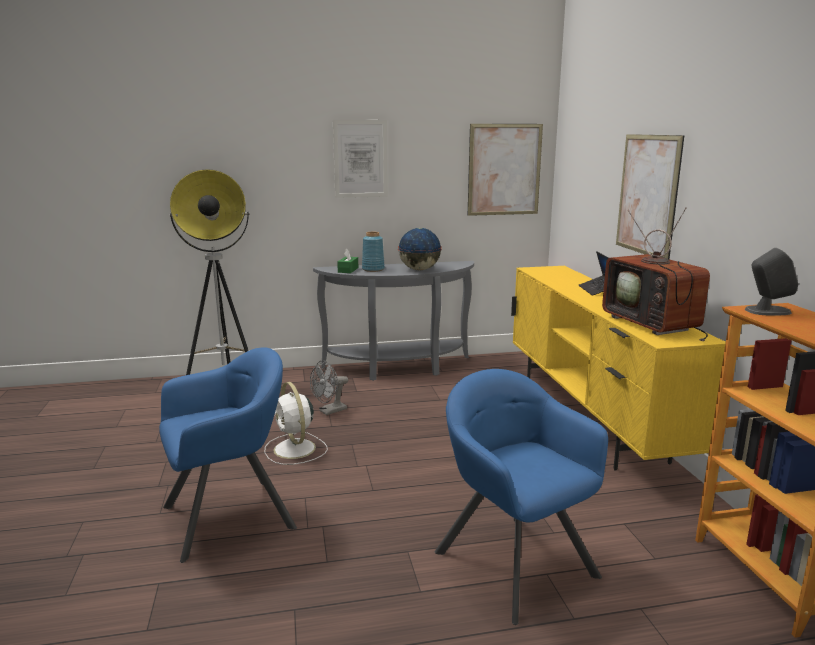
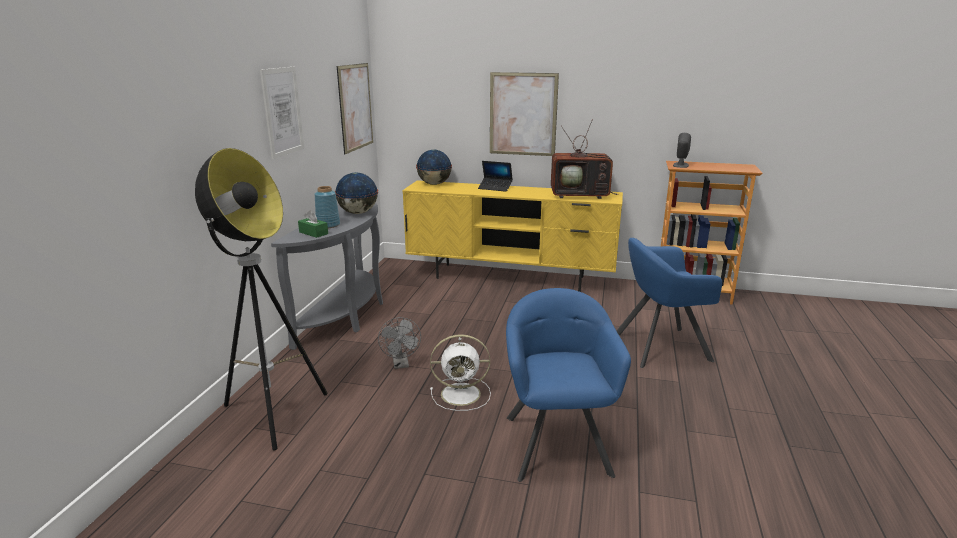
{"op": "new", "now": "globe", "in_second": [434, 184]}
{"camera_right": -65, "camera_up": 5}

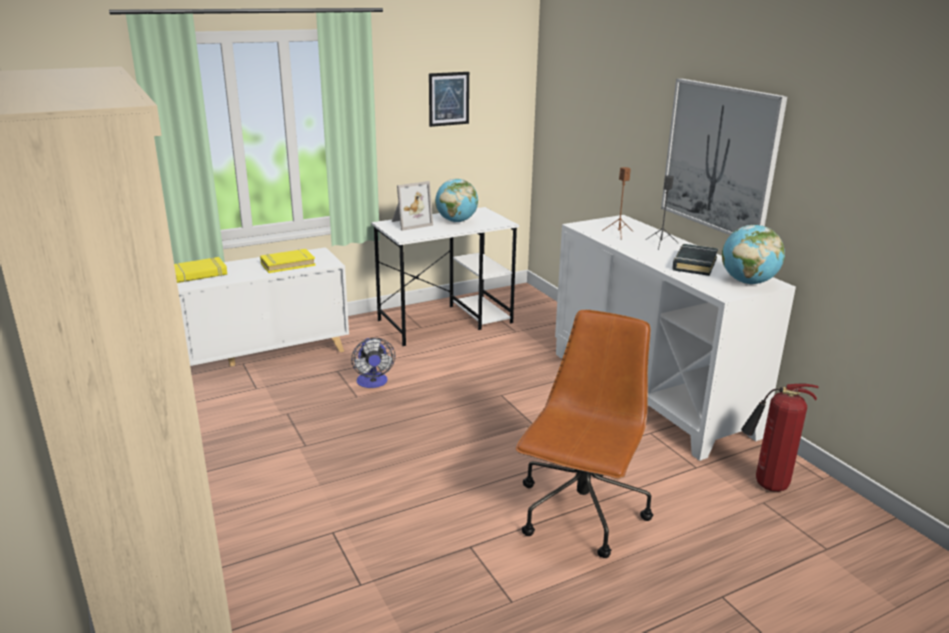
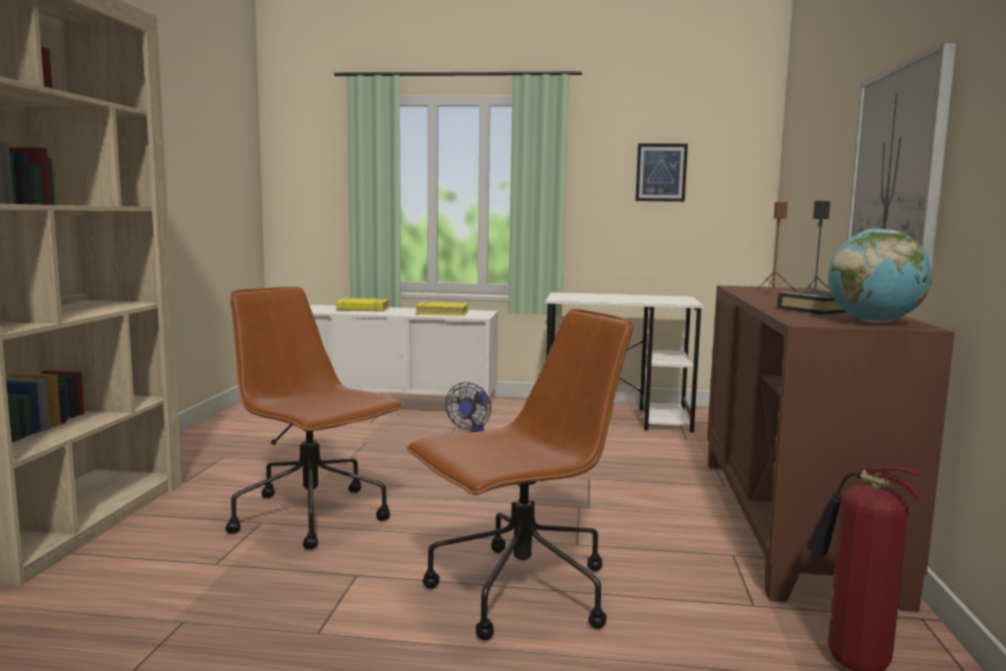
{"op": "gone", "was": "picture frame", "in_first": [410, 223]}
{"op": "gone", "was": "globe", "in_first": [456, 221]}
{"op": "repainted", "was": "white cabinet", "now": "brown cabinet", "in_first": [650, 392], "in_second": [791, 521]}
{"op": "new", "now": "brown office chair", "in_second": [313, 517]}
{"camera_right": 35, "camera_up": -15}

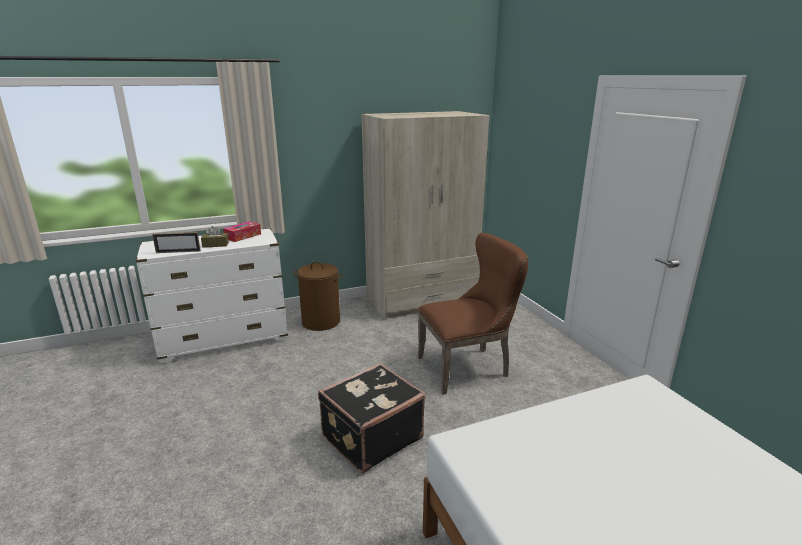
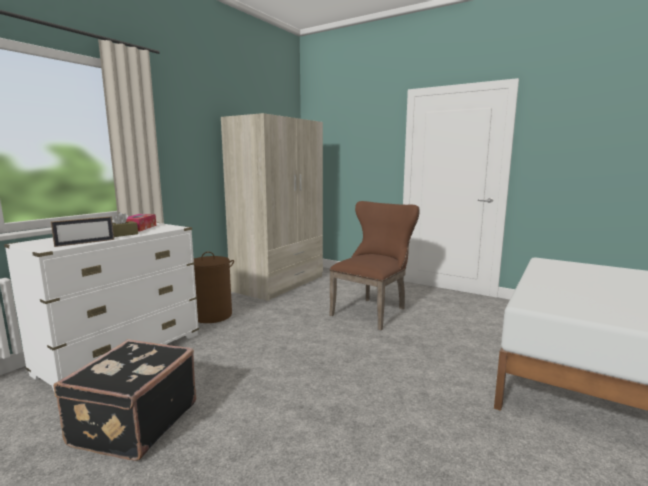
{"op": "shifted", "was": "black suitcase", "in_first": [370, 436], "in_second": [133, 423]}
{"camera_right": -35, "camera_up": -10}

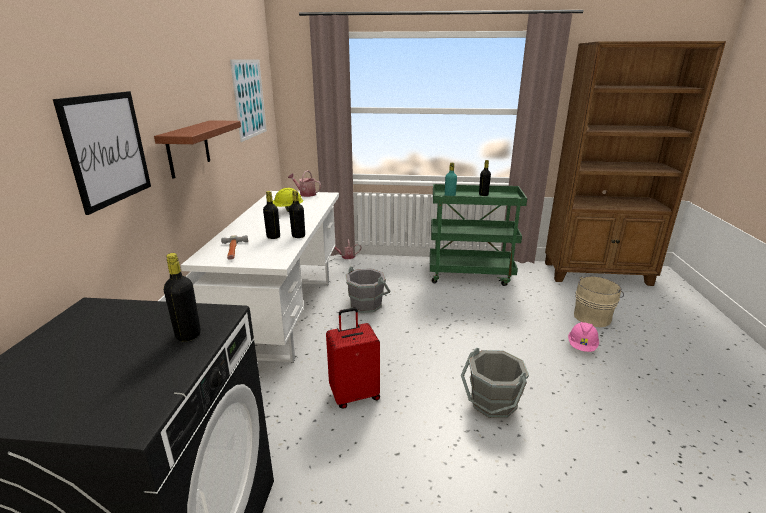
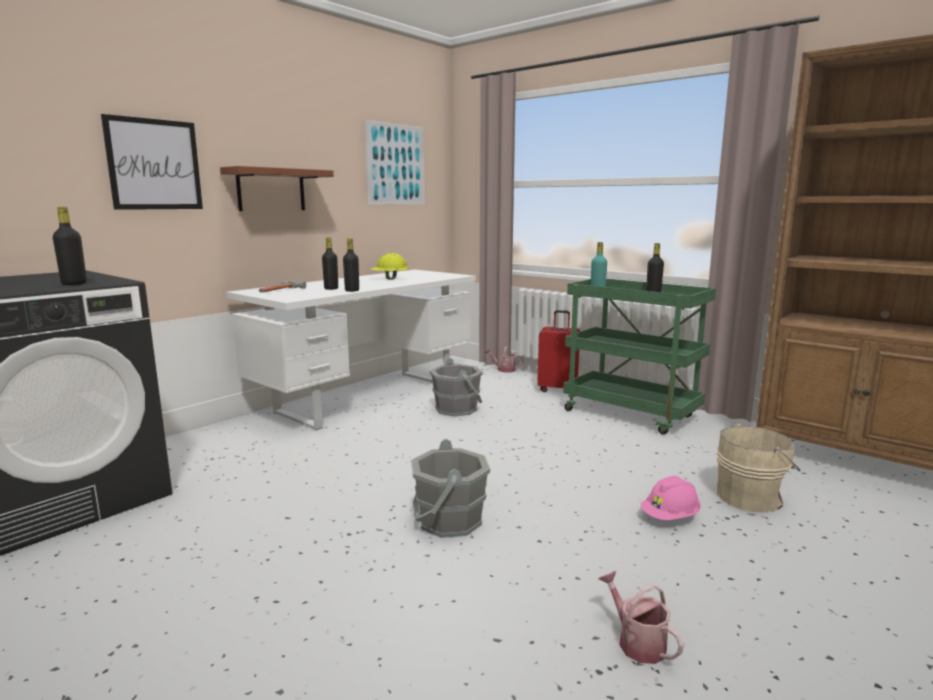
{"op": "shifted", "was": "watering can", "in_first": [305, 194], "in_second": [637, 641]}
{"op": "shifted", "was": "red suitcase", "in_first": [354, 394], "in_second": [558, 389]}
{"camera_right": 35, "camera_up": -10}

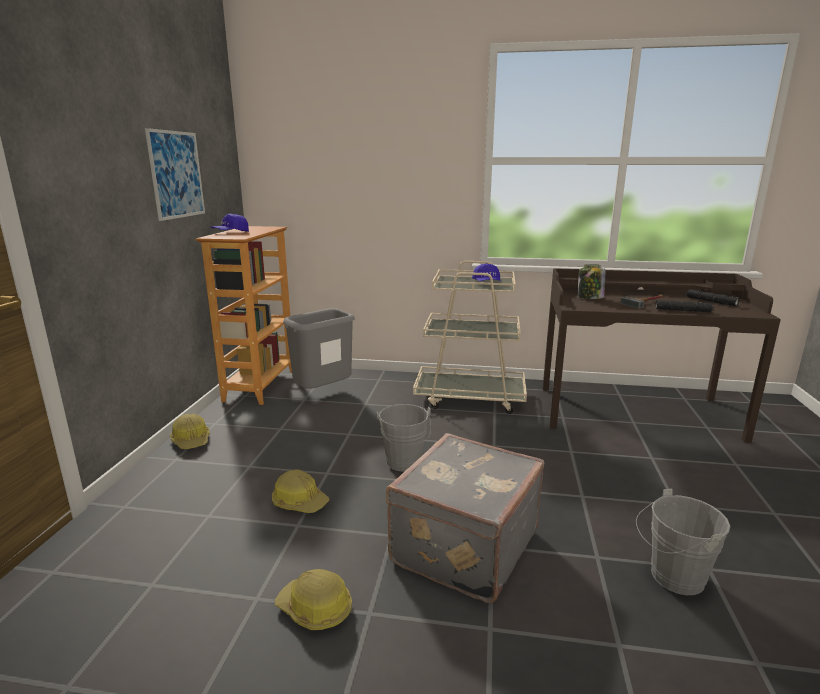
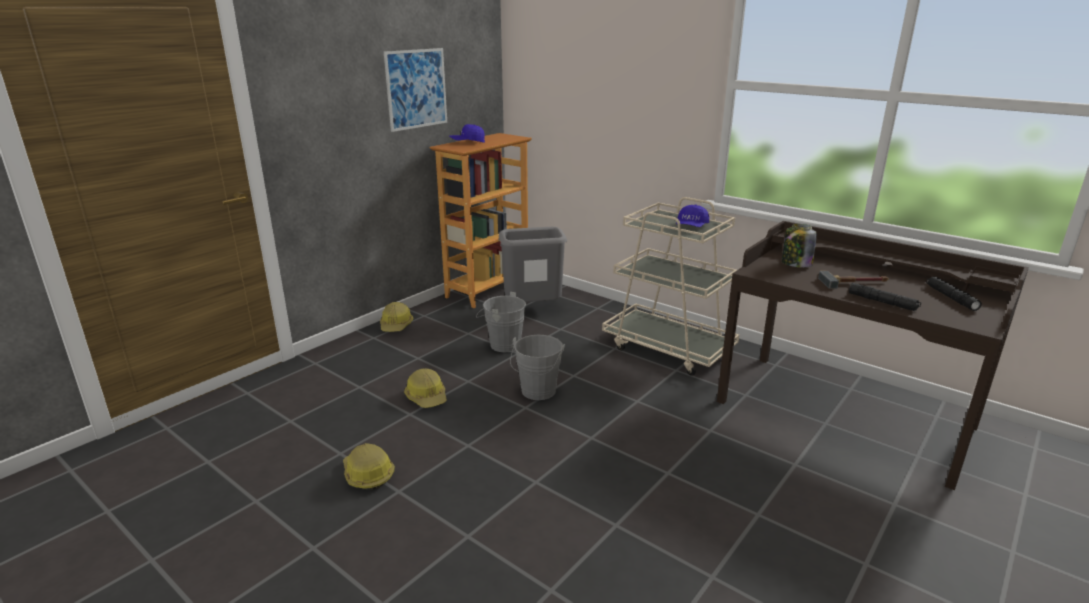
{"op": "gone", "was": "grey suitcase", "in_first": [462, 546]}
{"op": "shifted", "was": "grey bucket", "in_first": [672, 577], "in_second": [502, 344]}
{"camera_right": 30, "camera_up": 5}

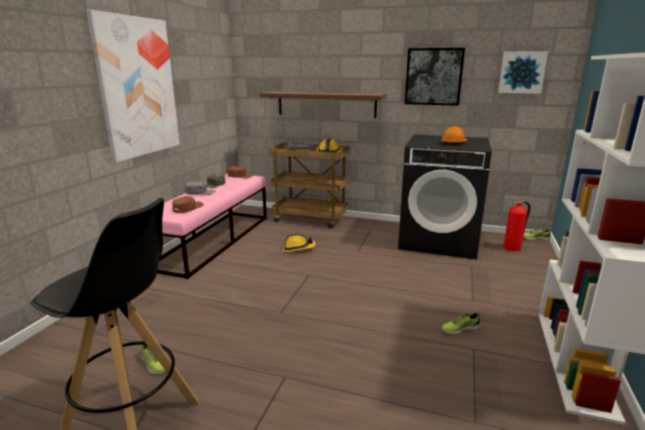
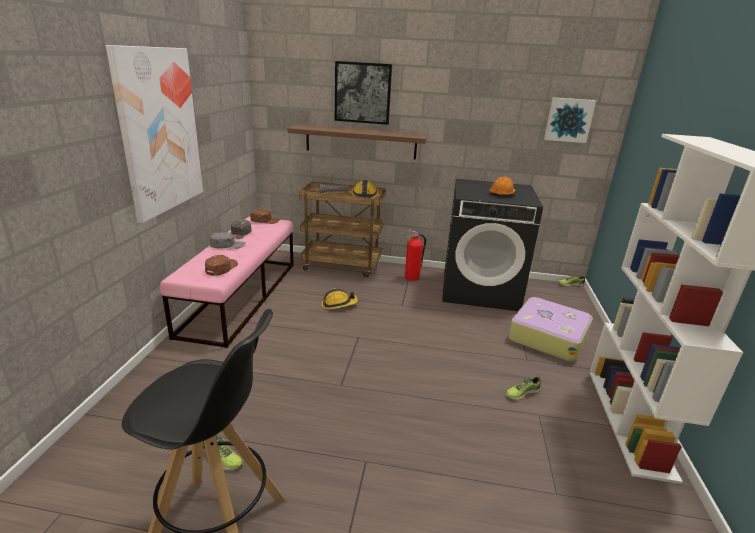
{"op": "shifted", "was": "picture", "in_first": [433, 76], "in_second": [363, 93]}
{"op": "shifted", "was": "fire extinguisher", "in_first": [512, 248], "in_second": [412, 278]}
{"op": "new", "now": "suitcase", "in_second": [547, 337]}
{"camera_right": -10, "camera_up": 5}

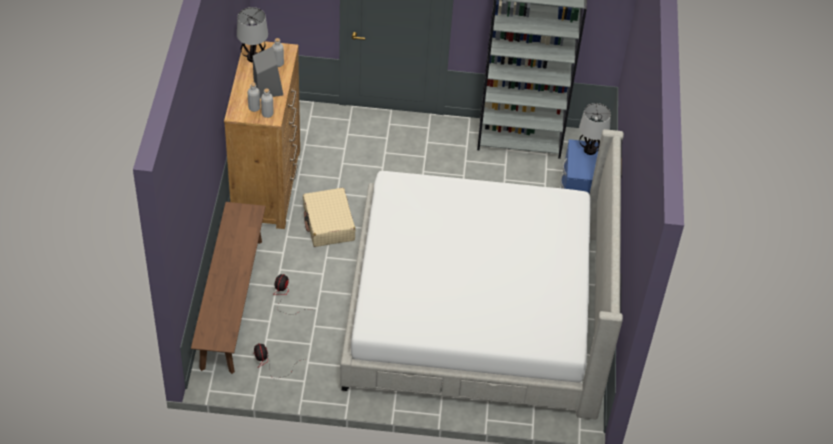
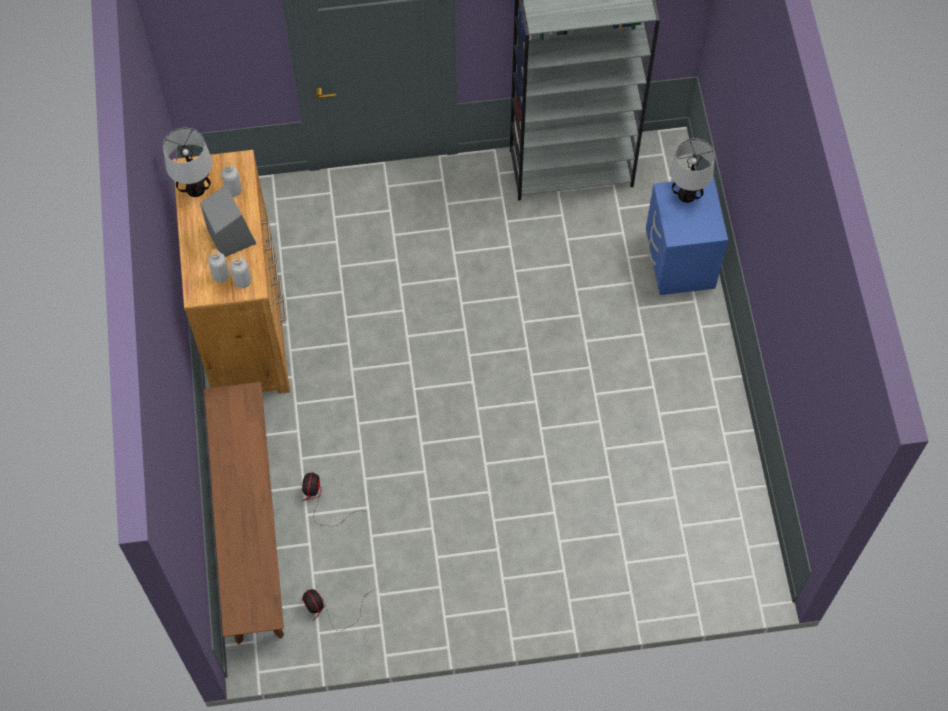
{"op": "gone", "was": "beige suitcase", "in_first": [328, 224]}
{"op": "gone", "was": "bed", "in_first": [476, 310]}
{"camera_right": -10, "camera_up": 15}

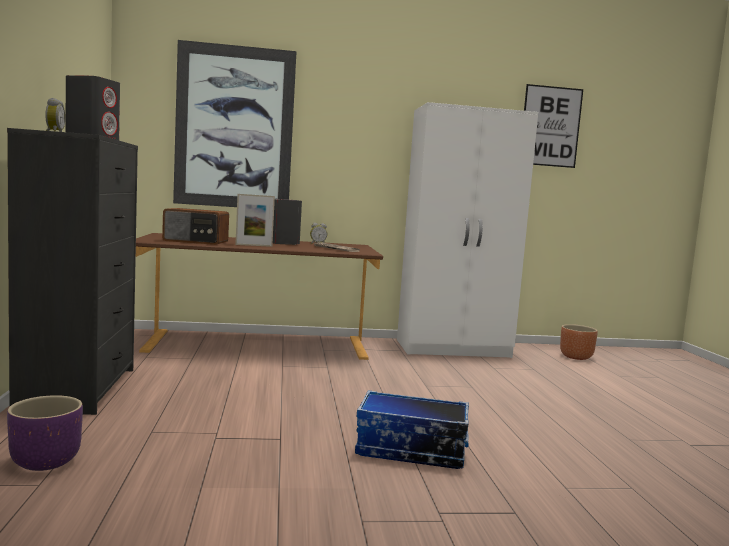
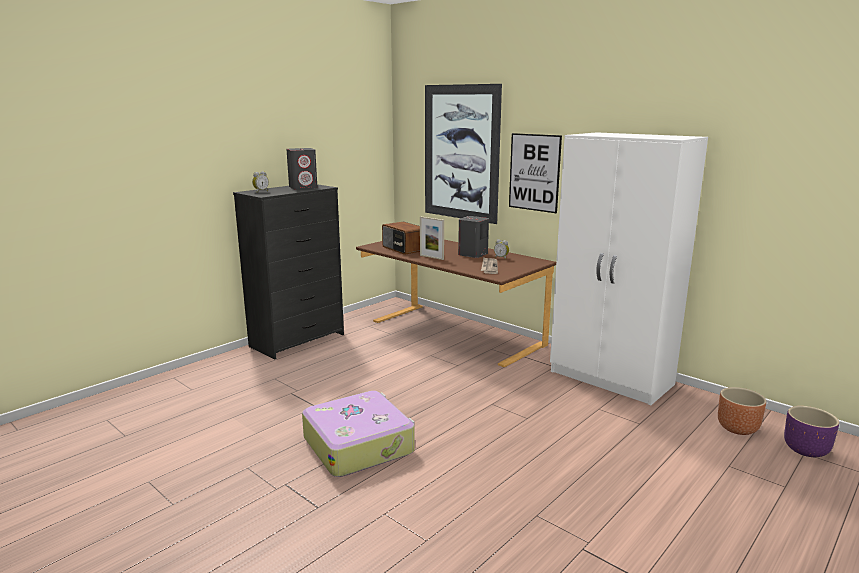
{"op": "shifted", "was": "purple planter", "in_first": [45, 462], "in_second": [805, 450]}
{"op": "swapped", "was": "storage box", "now": "suitcase", "in_first": [410, 451], "in_second": [359, 444]}
{"op": "shifted", "was": "picture", "in_first": [550, 126], "in_second": [534, 172]}
{"camera_right": 50, "camera_up": 10}

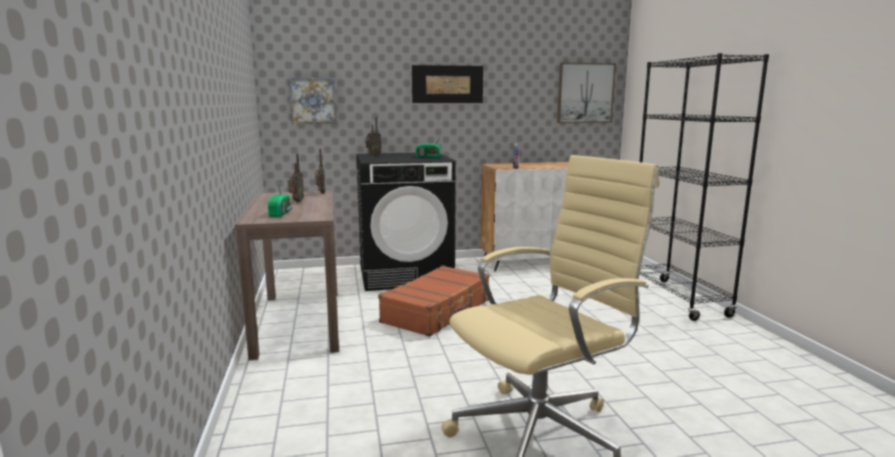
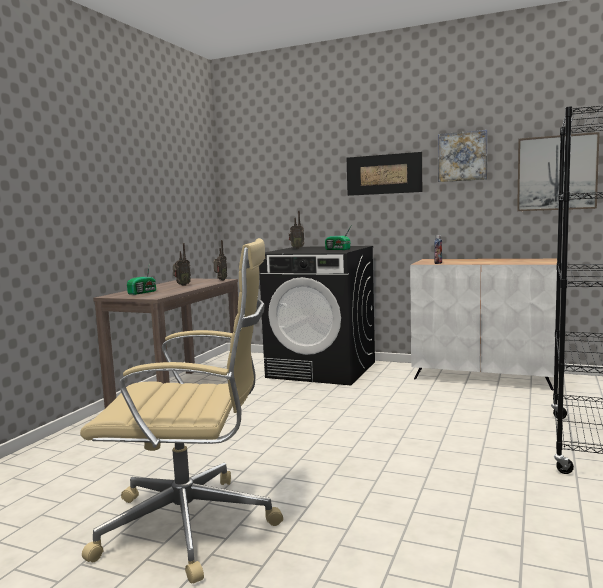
{"op": "shifted", "was": "picture", "in_first": [313, 101], "in_second": [462, 156]}
{"op": "gone", "was": "brown suitcase", "in_first": [438, 311]}
{"camera_right": 35, "camera_up": -5}

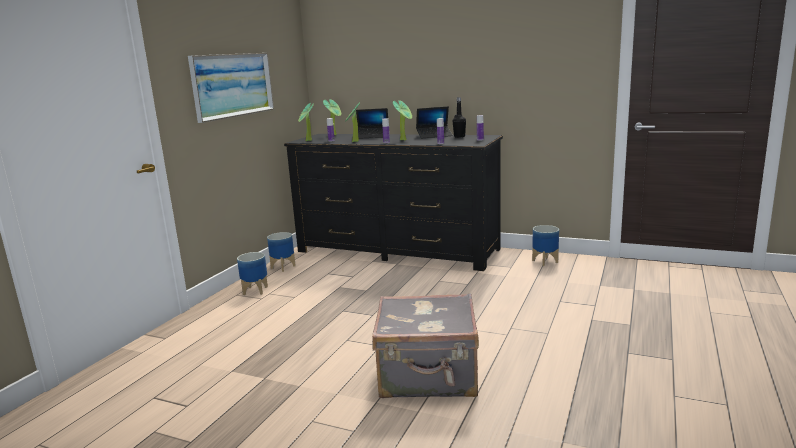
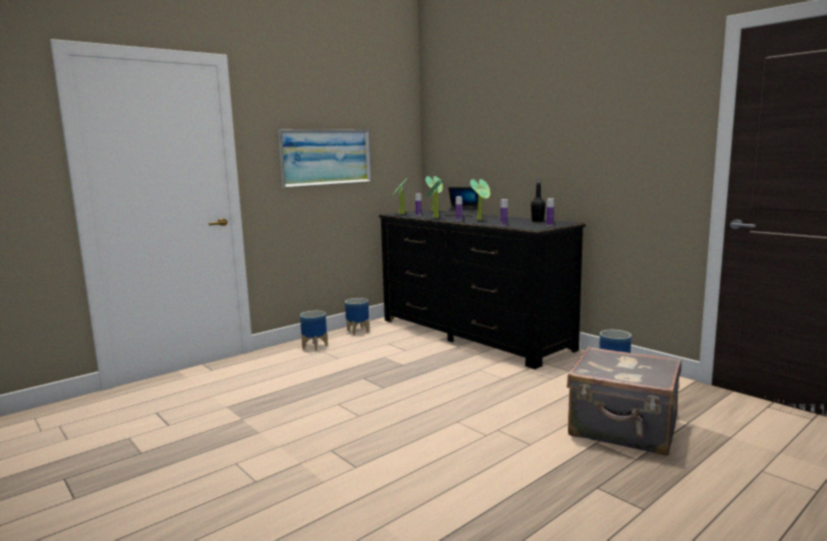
{"op": "shifted", "was": "grey suitcase", "in_first": [428, 376], "in_second": [623, 430]}
{"op": "gone", "was": "laptop", "in_first": [434, 135]}
{"camera_right": 25, "camera_up": -5}

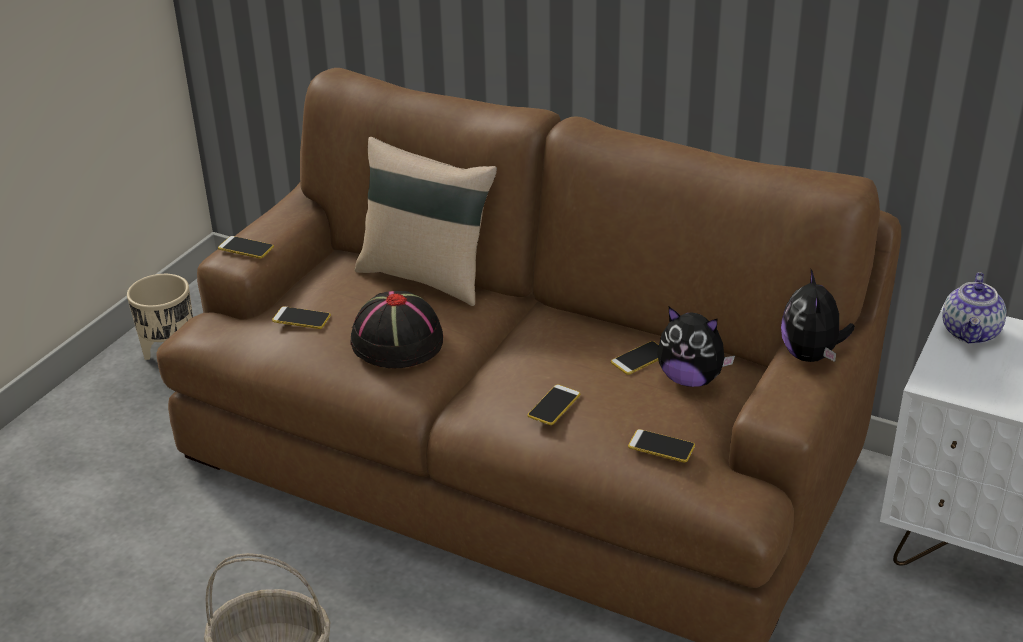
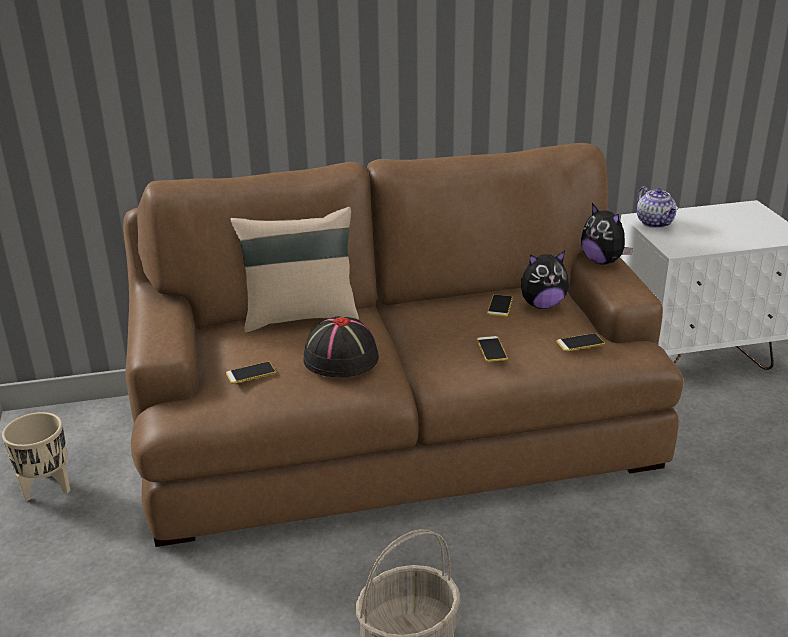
{"op": "gone", "was": "phone", "in_first": [246, 248]}
{"camera_right": -40, "camera_up": -5}

